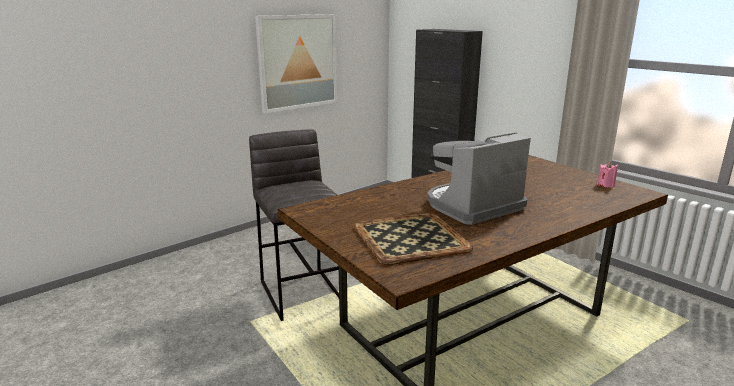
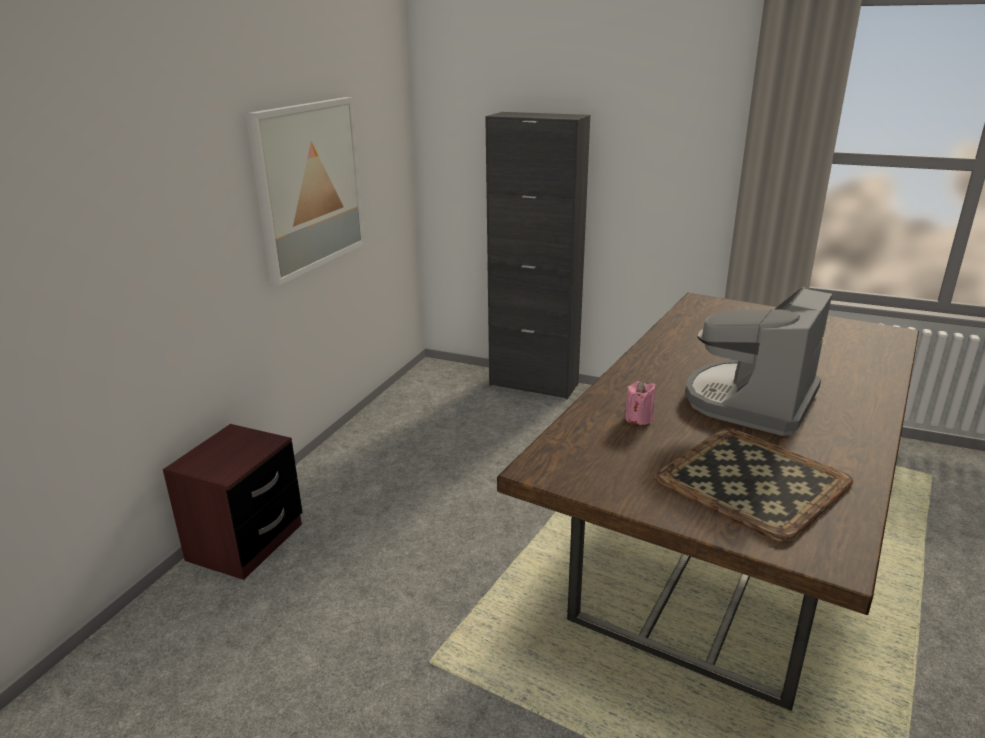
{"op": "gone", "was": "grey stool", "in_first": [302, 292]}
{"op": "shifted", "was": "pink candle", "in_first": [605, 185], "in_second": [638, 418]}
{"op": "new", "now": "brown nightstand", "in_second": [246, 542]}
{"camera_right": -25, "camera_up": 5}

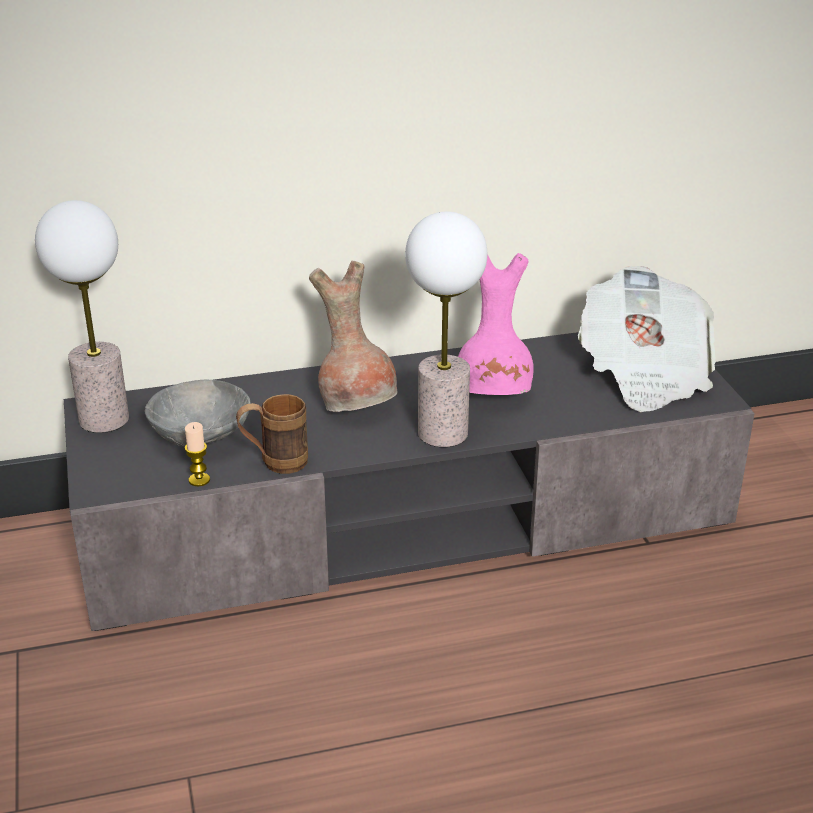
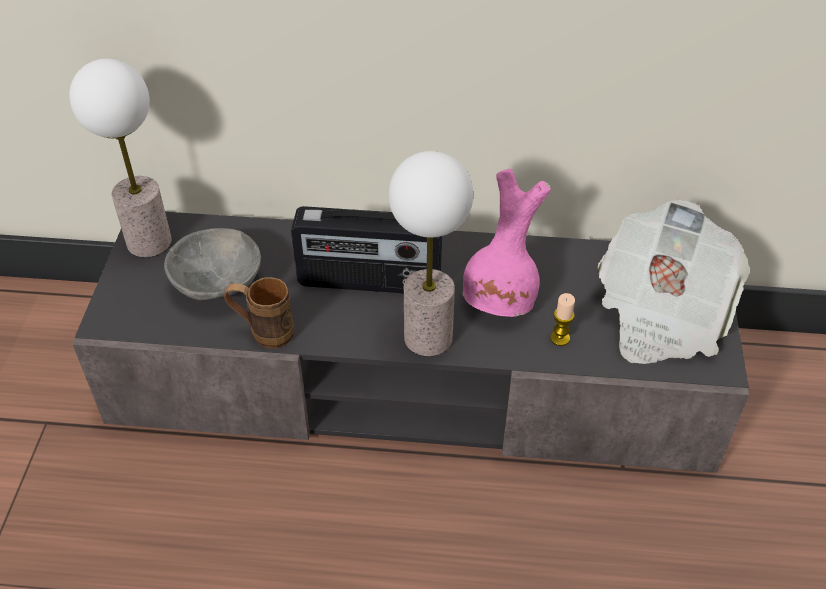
{"op": "shifted", "was": "candle", "in_first": [199, 480], "in_second": [560, 338]}
{"op": "swapped", "was": "brown vase", "now": "radio", "in_first": [358, 405], "in_second": [369, 282]}
{"camera_right": 20, "camera_up": 15}

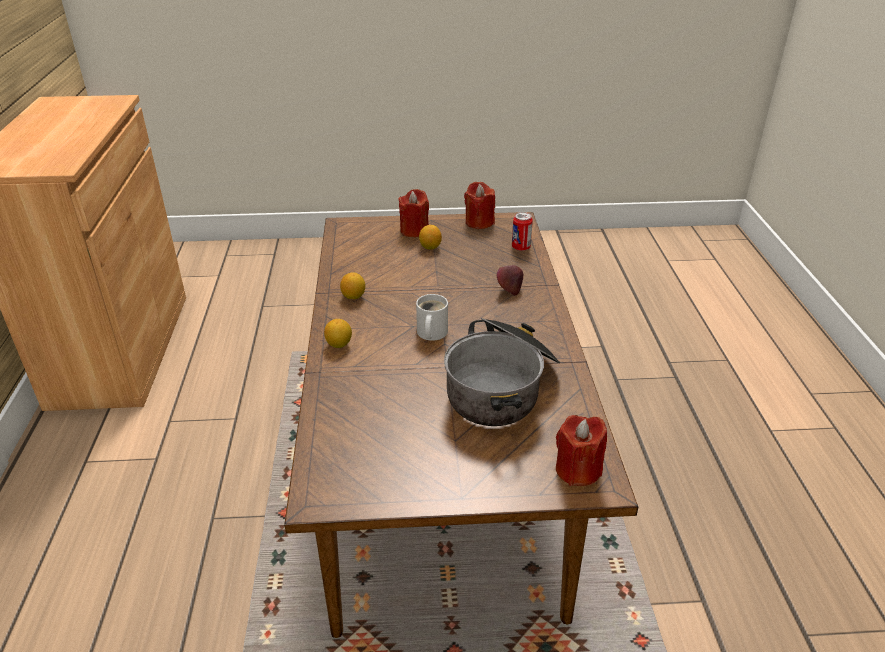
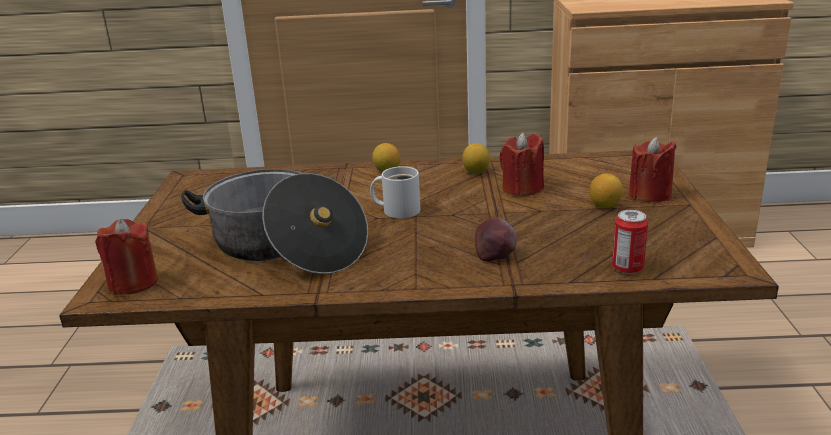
{"op": "shifted", "was": "red candle", "in_first": [479, 222], "in_second": [522, 189]}
{"camera_right": 95, "camera_up": -10}

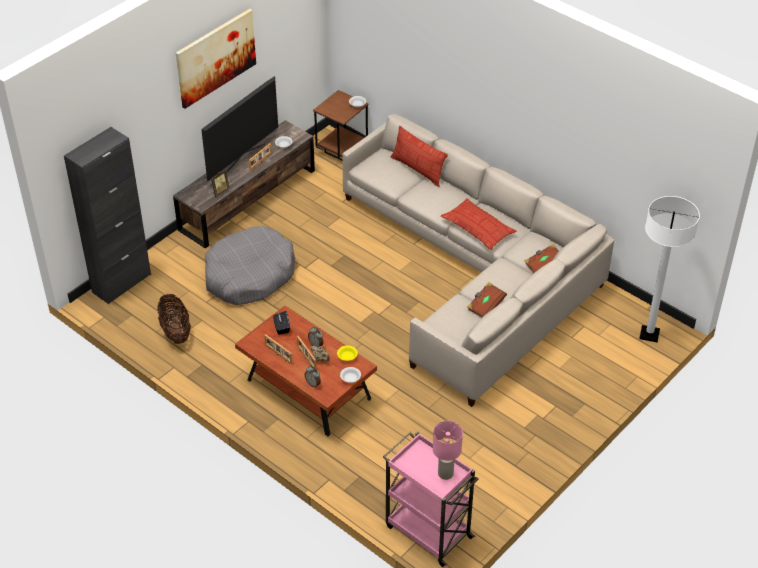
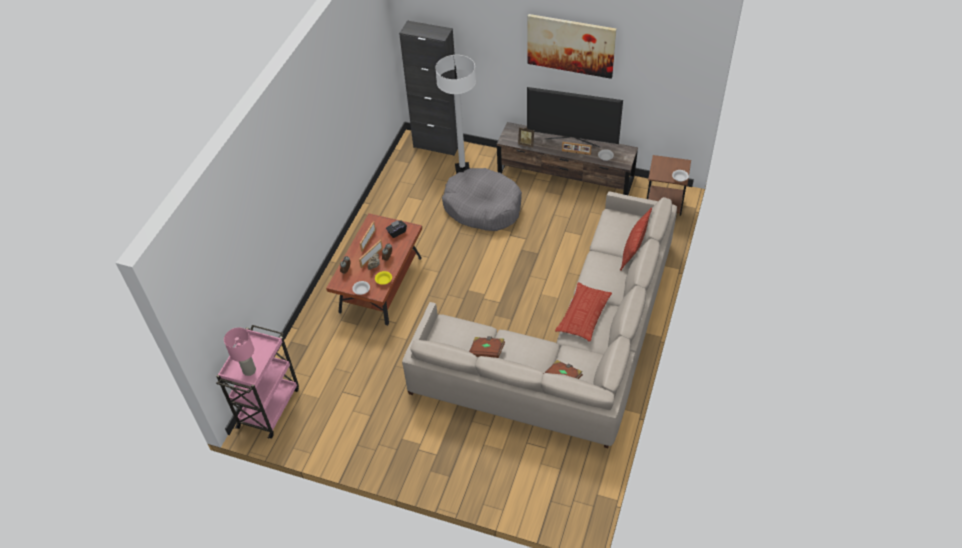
{"op": "gone", "was": "basket", "in_first": [175, 331]}
{"op": "shifted", "was": "white floor lamp", "in_first": [649, 334], "in_second": [462, 169]}
{"camera_right": 70, "camera_up": 5}

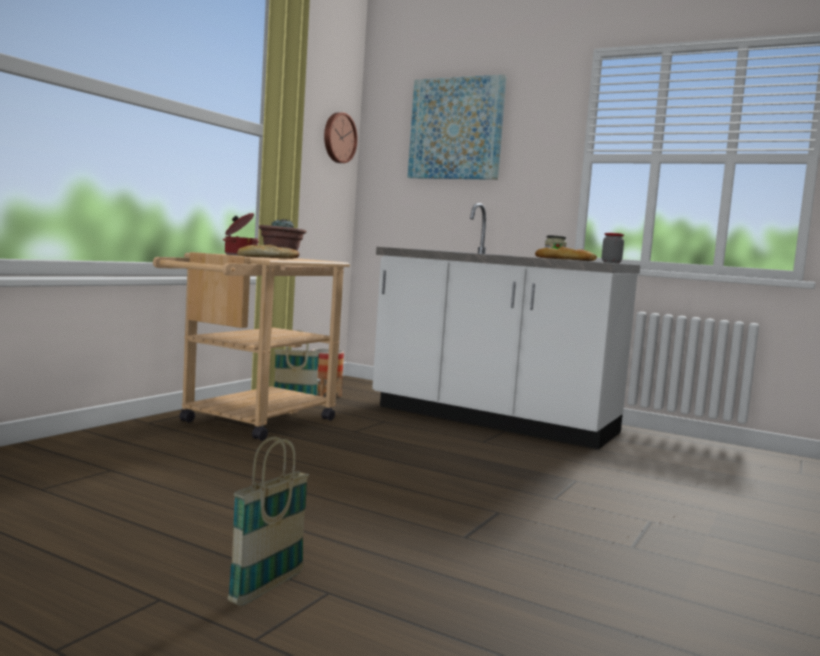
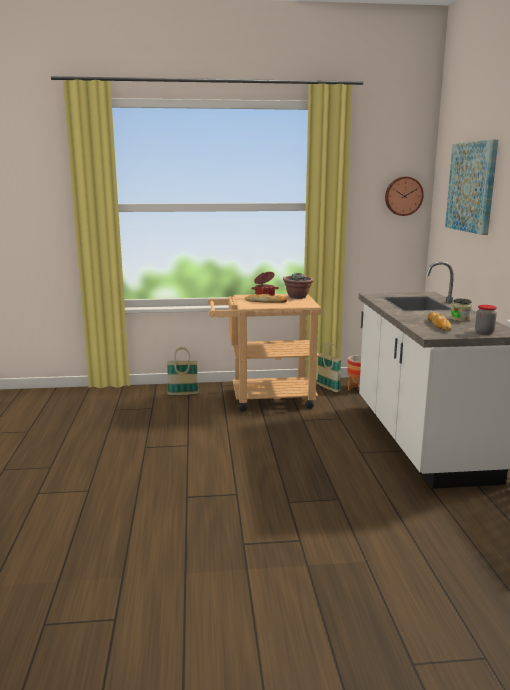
{"op": "shifted", "was": "basket", "in_first": [267, 587], "in_second": [183, 394]}
{"camera_right": 55, "camera_up": 10}

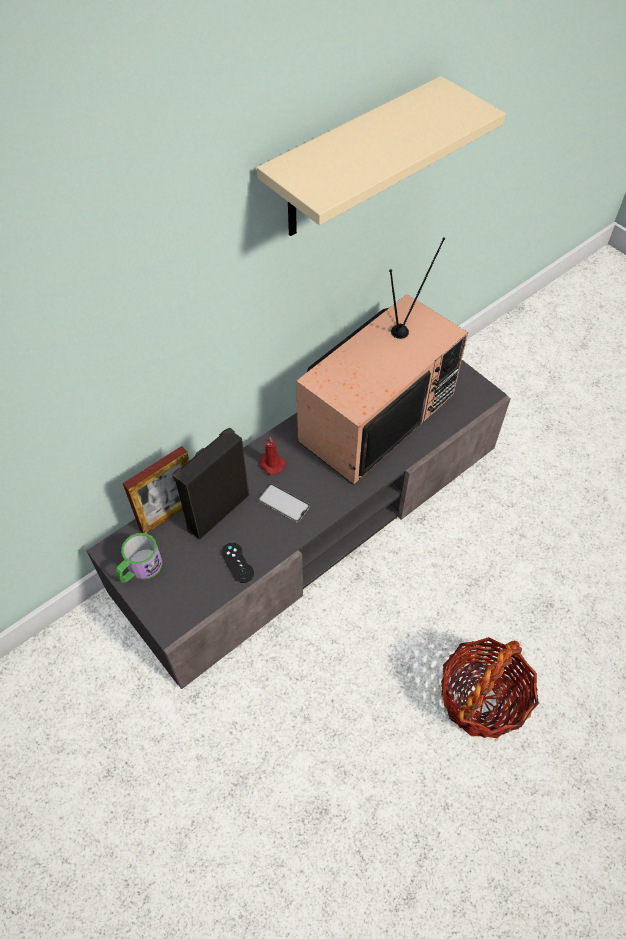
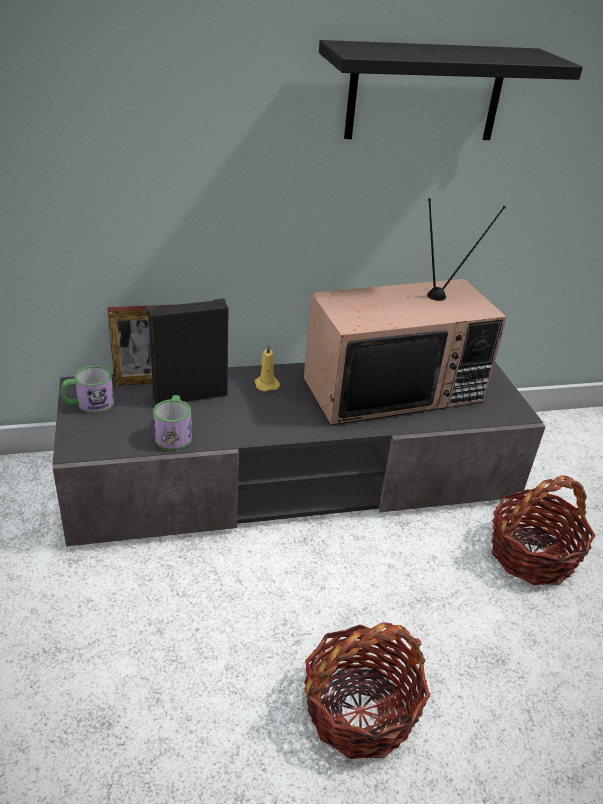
{"op": "swapped", "was": "black game controller", "now": "mug", "in_first": [237, 562], "in_second": [174, 434]}
{"op": "repainted", "was": "beige shelf", "now": "black shelf", "in_first": [351, 161], "in_second": [425, 93]}
{"op": "gone", "was": "phone", "in_first": [283, 503]}
{"op": "repainted", "was": "red candle", "now": "yellow candle", "in_first": [271, 464], "in_second": [266, 384]}
{"op": "new", "now": "basket", "in_second": [532, 554]}
{"camera_right": 25, "camera_up": -20}

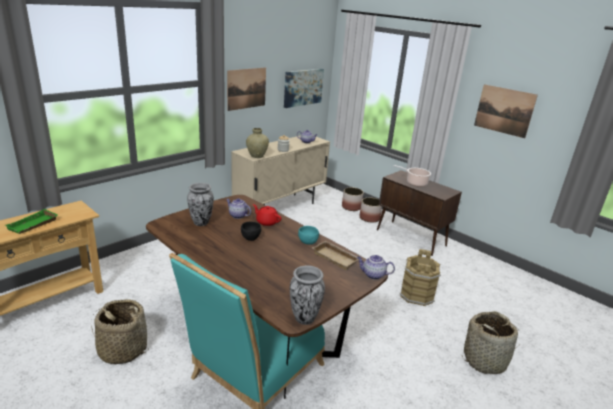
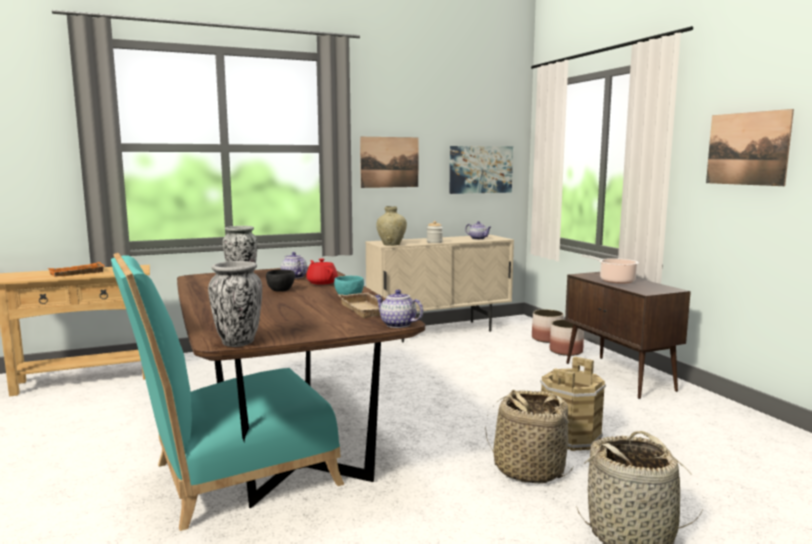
{"op": "repainted", "was": "green tray", "now": "orange tray", "in_first": [33, 225], "in_second": [77, 273]}
{"op": "shifted", "was": "basket", "in_first": [123, 349], "in_second": [528, 469]}
{"camera_right": 25, "camera_up": -15}

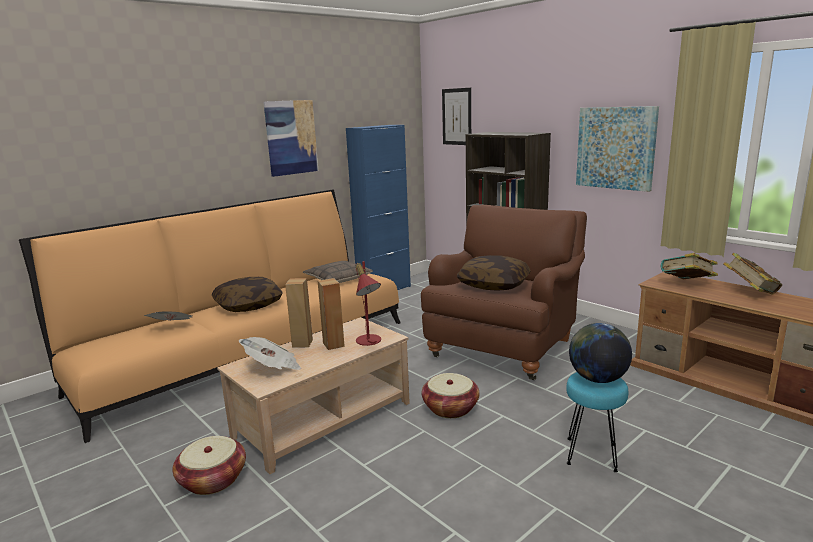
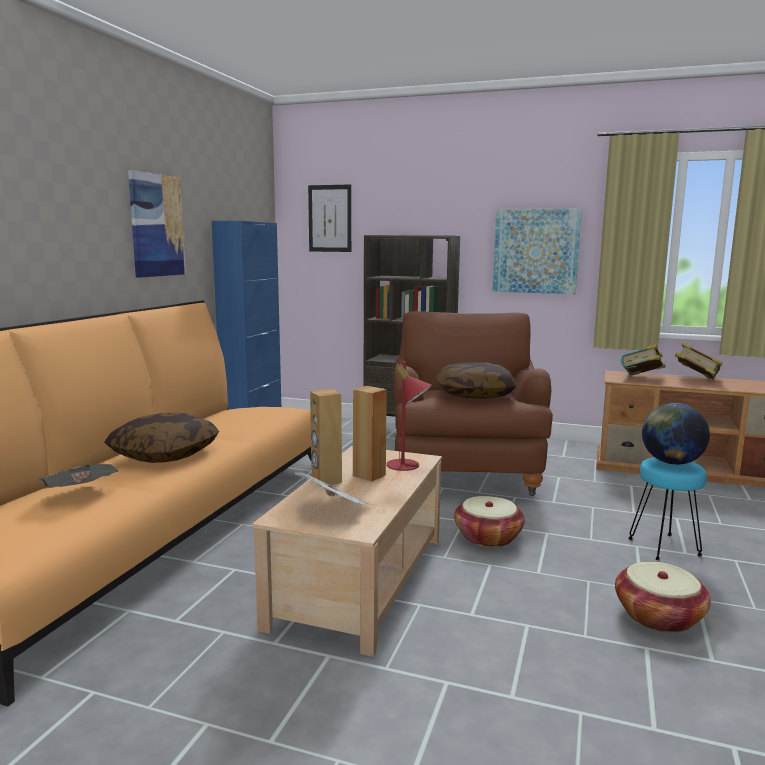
{"op": "shifted", "was": "basket", "in_first": [212, 480], "in_second": [658, 616]}
{"op": "gone", "was": "pillow", "in_first": [338, 279]}
{"camera_right": -30, "camera_up": -5}

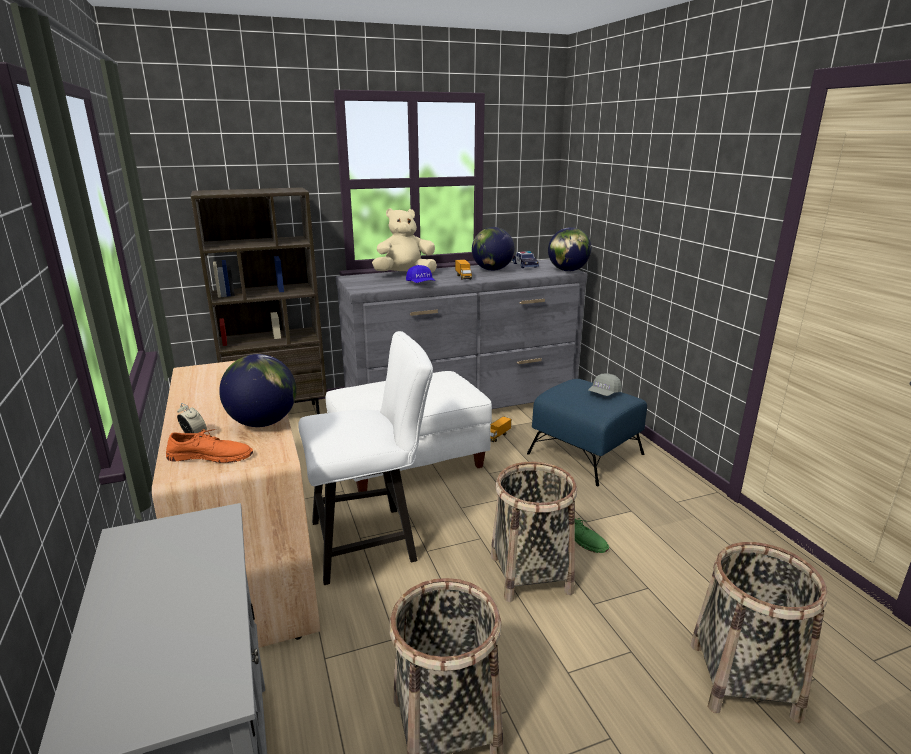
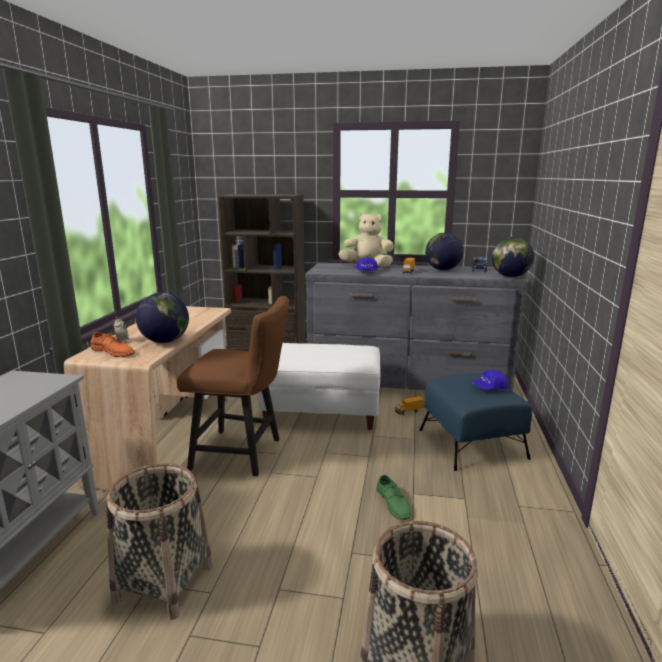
{"op": "repainted", "was": "white chair", "now": "brown chair", "in_first": [372, 540], "in_second": [243, 454]}
{"op": "gone", "was": "basket", "in_first": [531, 574]}
{"op": "repainted", "was": "grey cap", "now": "blue cap", "in_first": [604, 393], "in_second": [489, 388]}
{"camera_right": 30, "camera_up": -5}

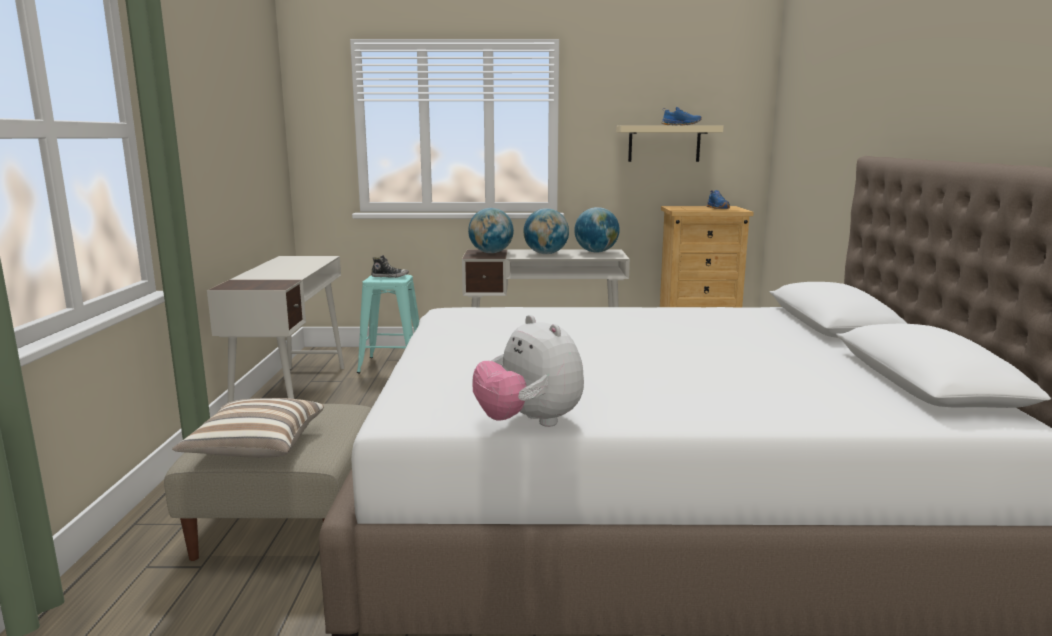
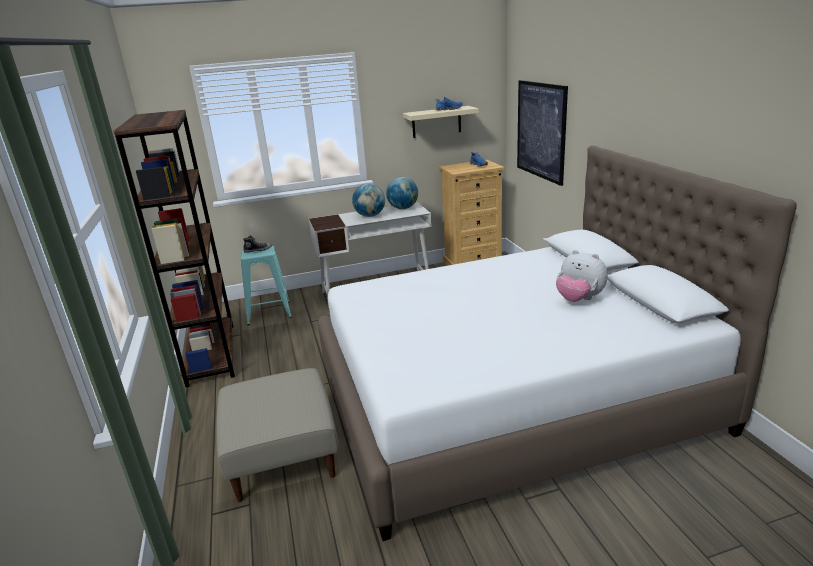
{"op": "gone", "was": "pillow", "in_first": [255, 448]}
{"op": "swapped", "was": "white desk", "now": "brown bookcase", "in_first": [292, 394], "in_second": [211, 353]}
{"op": "gone", "was": "globe", "in_first": [491, 253]}
{"op": "shifted", "was": "plush toy", "in_first": [529, 423], "in_second": [579, 299]}
{"op": "new", "now": "picture", "in_second": [541, 130]}
{"camera_right": -15, "camera_up": 10}

